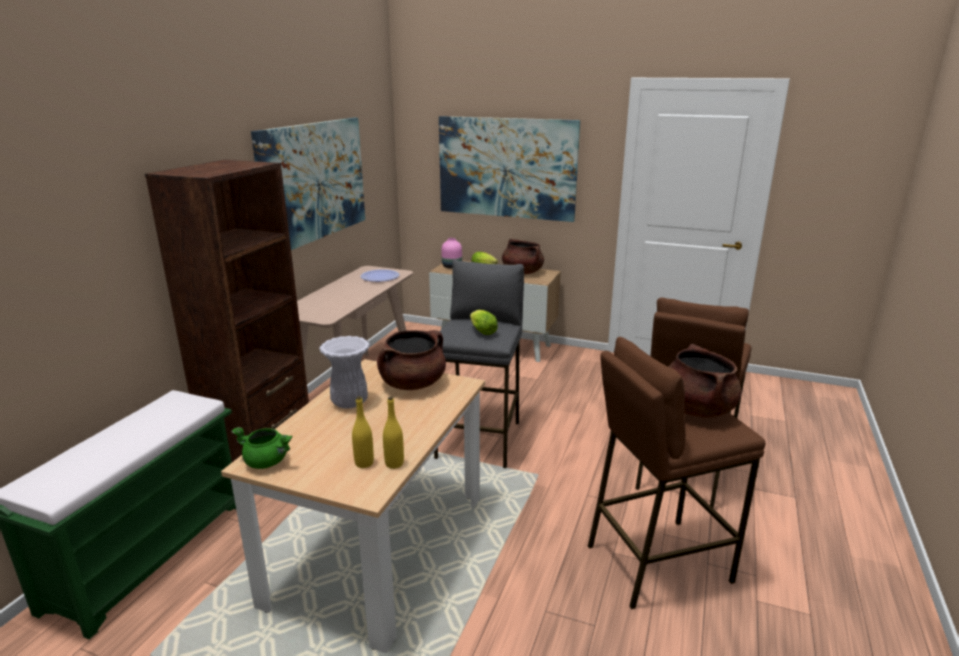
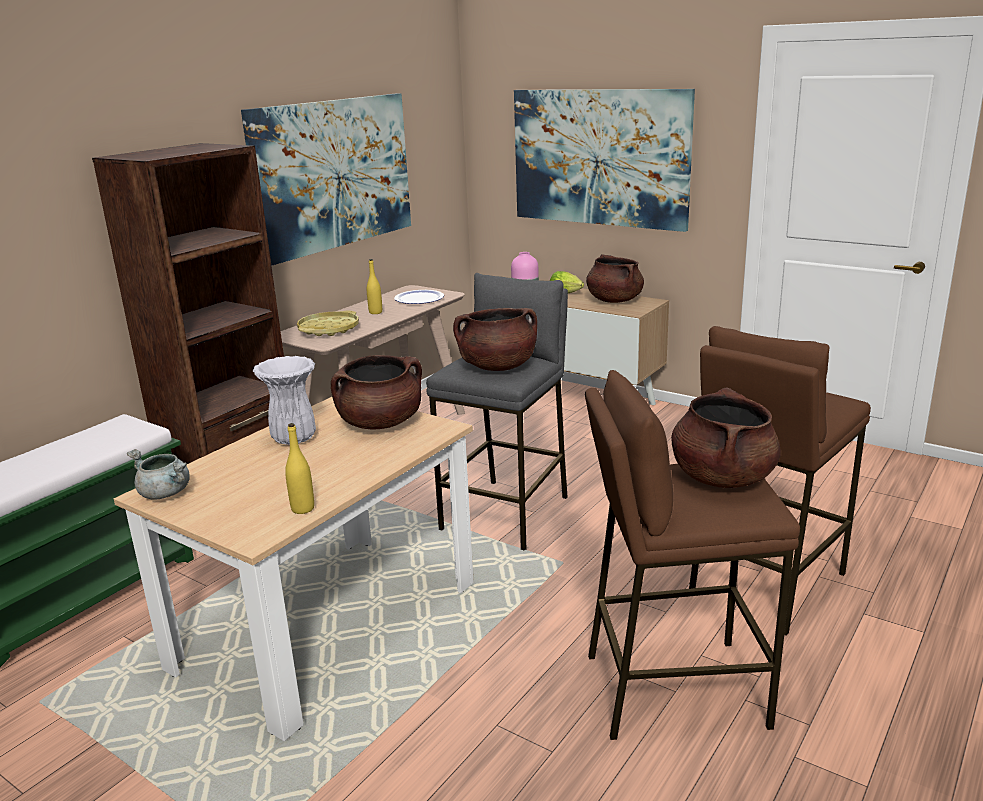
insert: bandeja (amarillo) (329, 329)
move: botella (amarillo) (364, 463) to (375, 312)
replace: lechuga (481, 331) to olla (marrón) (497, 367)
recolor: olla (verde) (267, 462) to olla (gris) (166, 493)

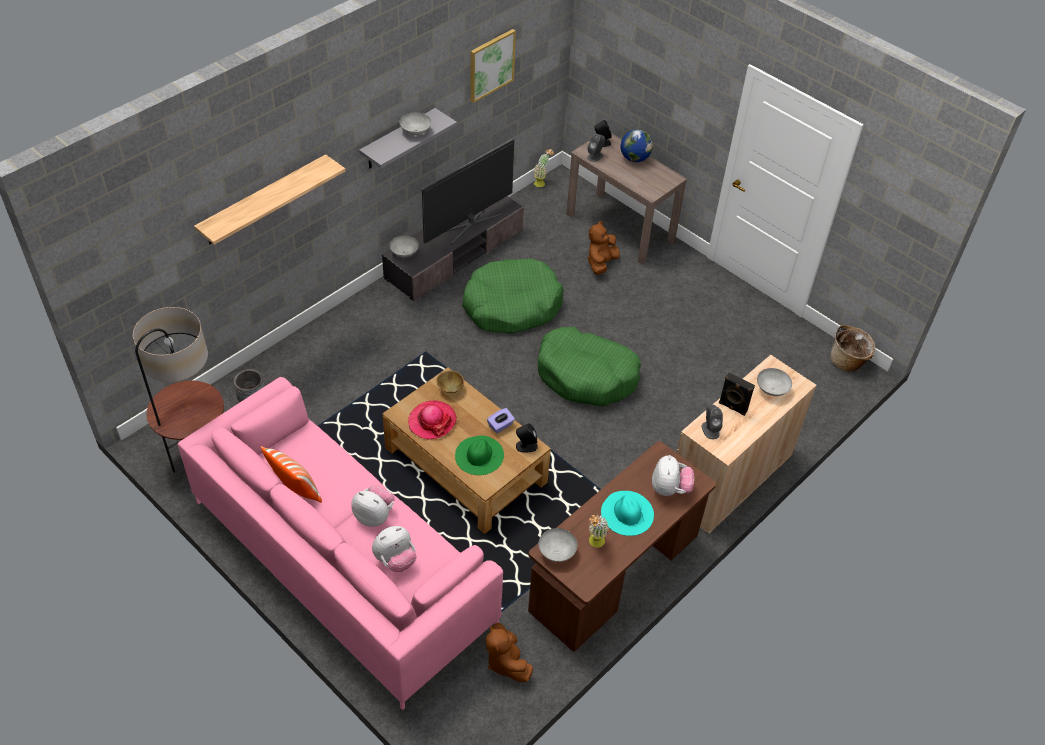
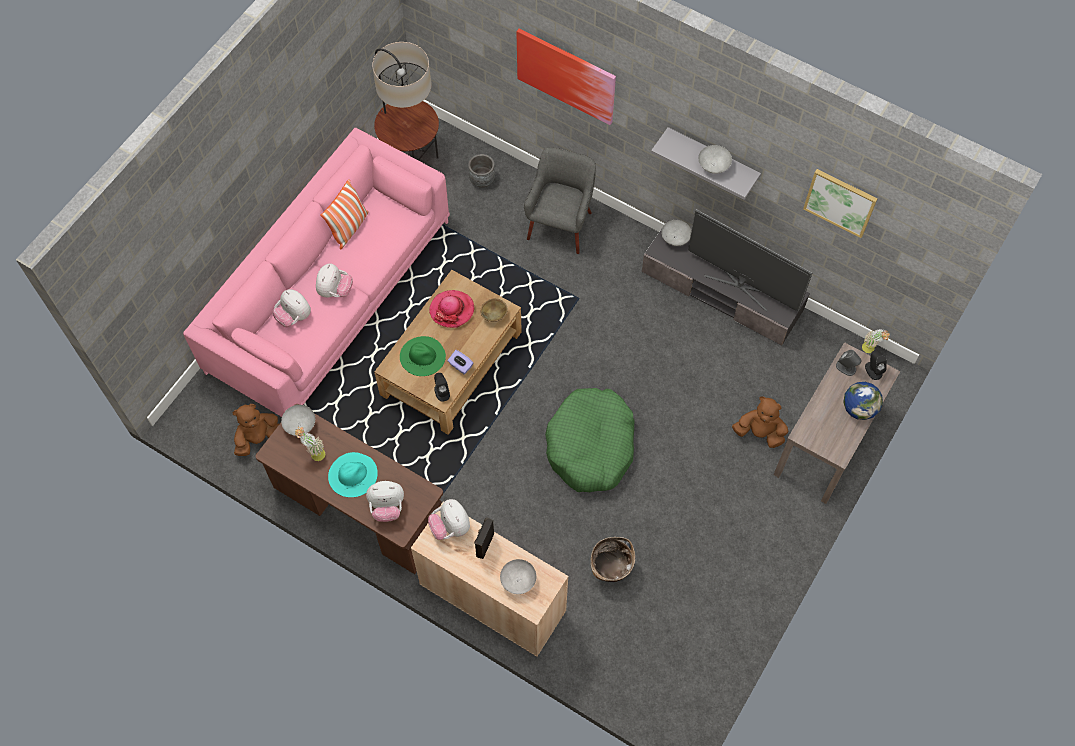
delete: cama para perro (verde) (511, 305)
insert: sillón (gris) (560, 225)
move: cesta (848, 362) to (611, 569)
replace: estante (264, 200) to cuadro (566, 75); altavoz (gris) (710, 430) to peluche (450, 527)

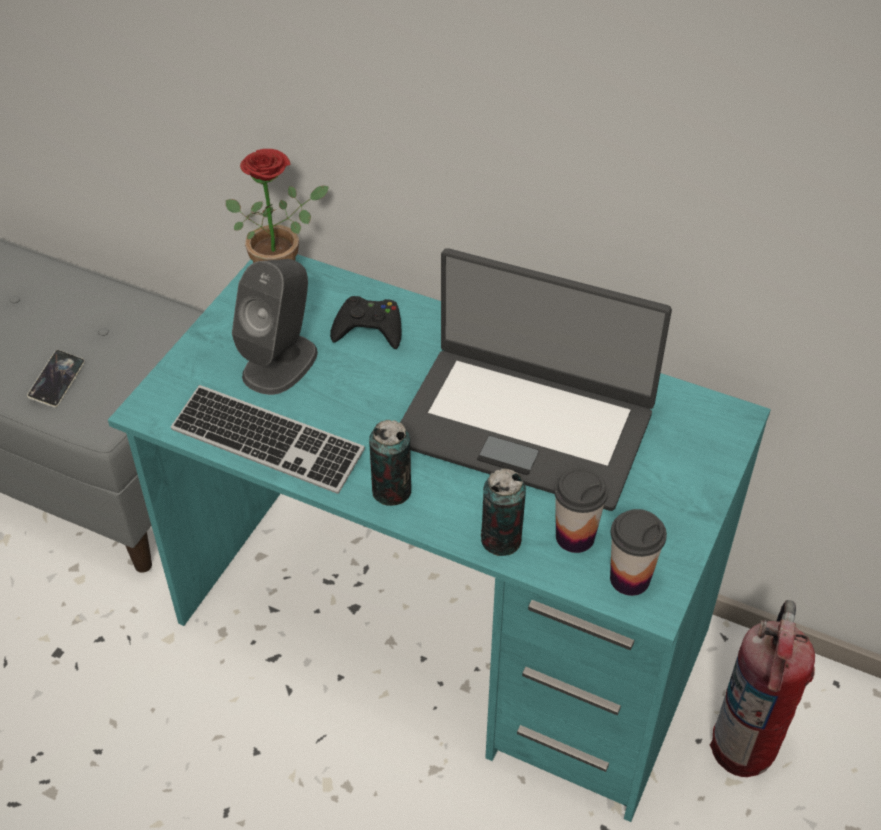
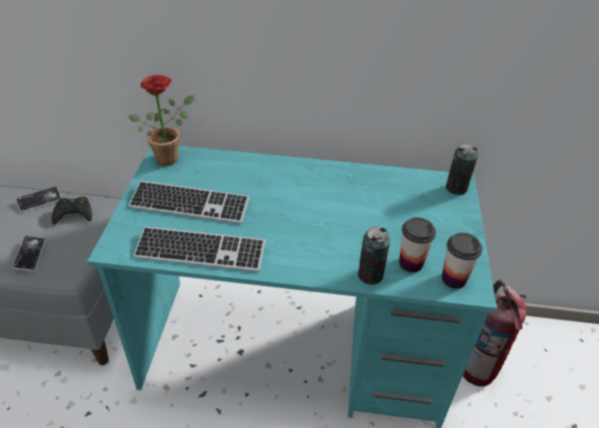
delete: portátil (525, 425)
insert: móvil (40, 201)
move: mando de consola (negro) (369, 328) to (74, 214); lata (391, 491) to (456, 188)
replace: altavoz (gris) (280, 363) to teclado (189, 204)

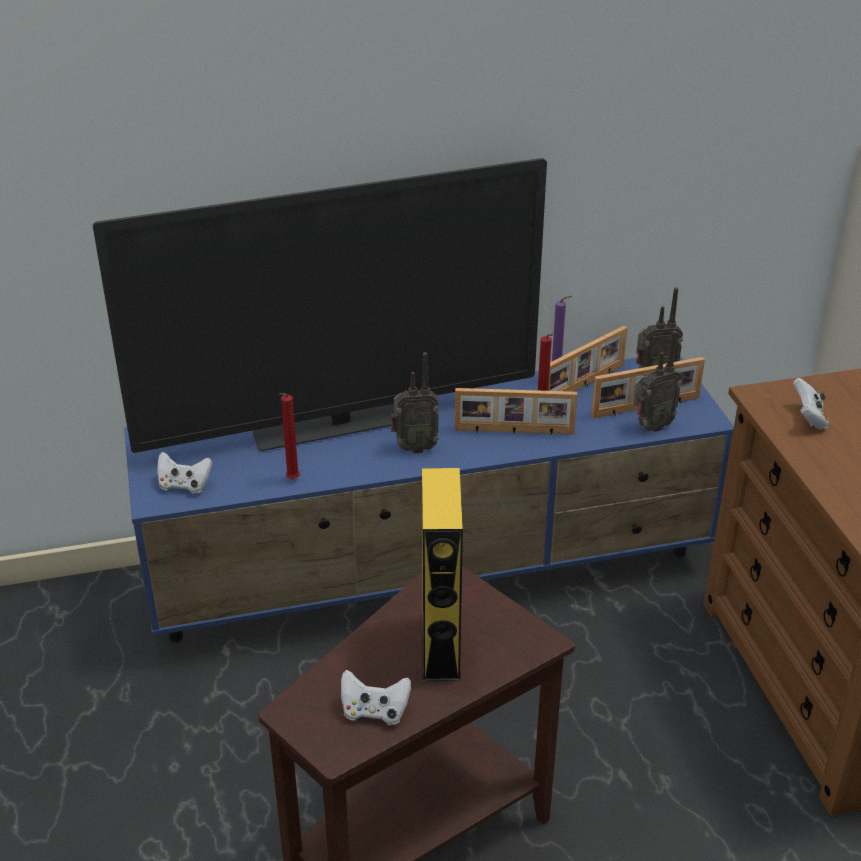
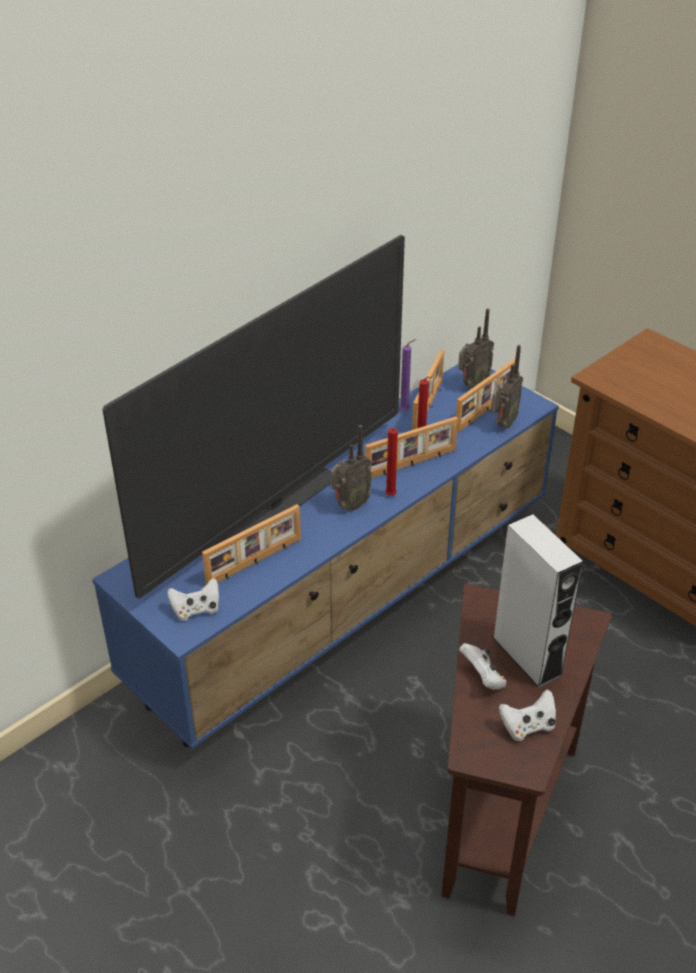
insert: portarretratos (255, 562)
move: mando de consola (blanco) (808, 418) to (483, 678); vela (rojo) (291, 480) to (390, 496)
recolor: altavoz (amarillo) (440, 646) to altavoz (gris) (527, 656)

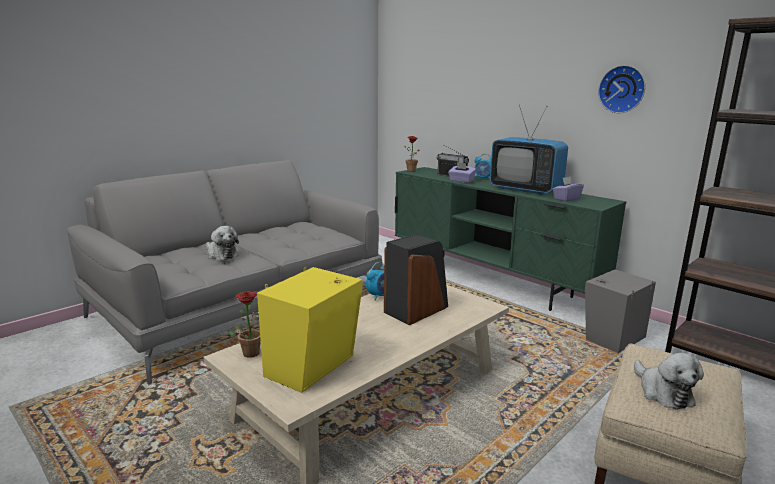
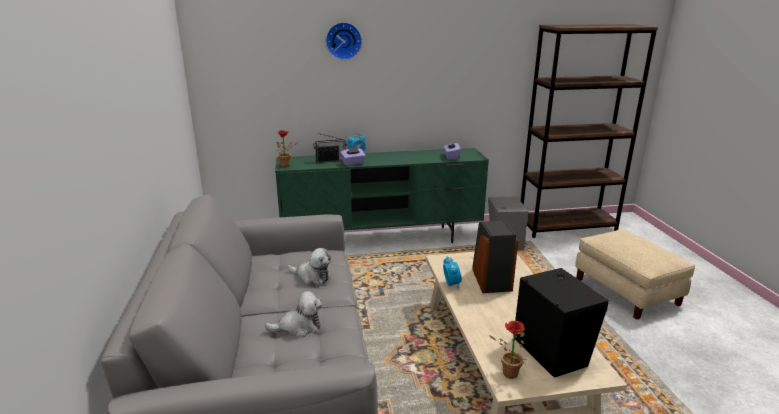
delete: televisor (525, 190)
move: reloj de pared (622, 89) to (343, 41); peluche (663, 392) to (312, 276)
recolor: altavoz (amarillo) (314, 366) to altavoz (negro) (551, 349)

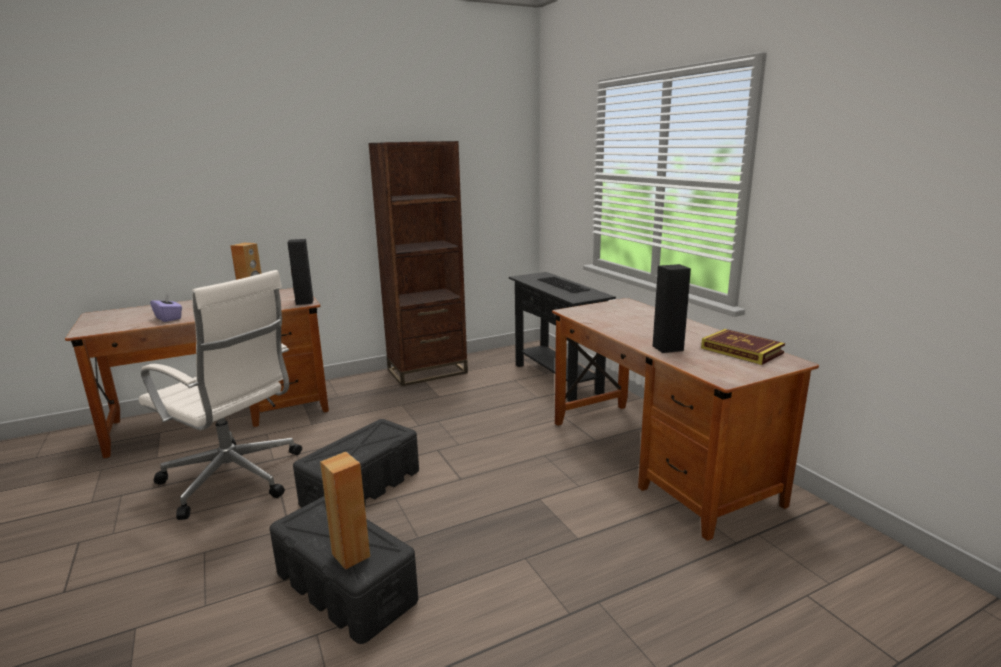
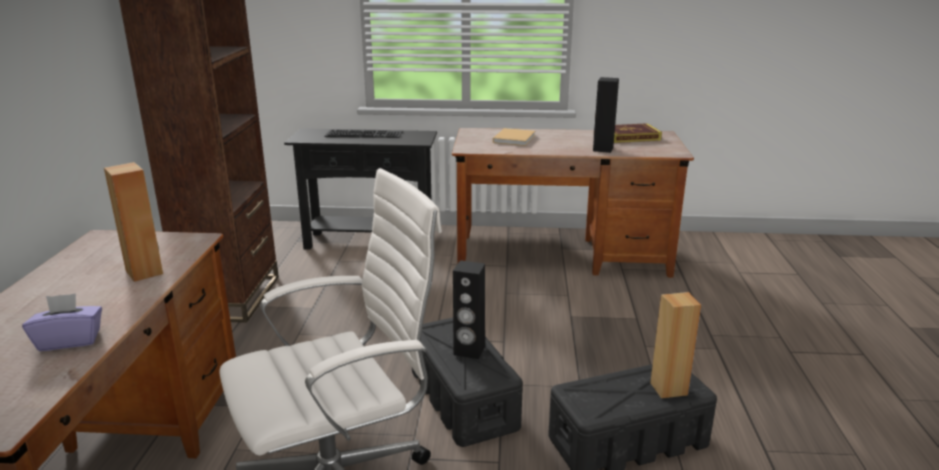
insert: libro (beis) (514, 138)
move: altavoz (negro) (304, 302) to (469, 351)

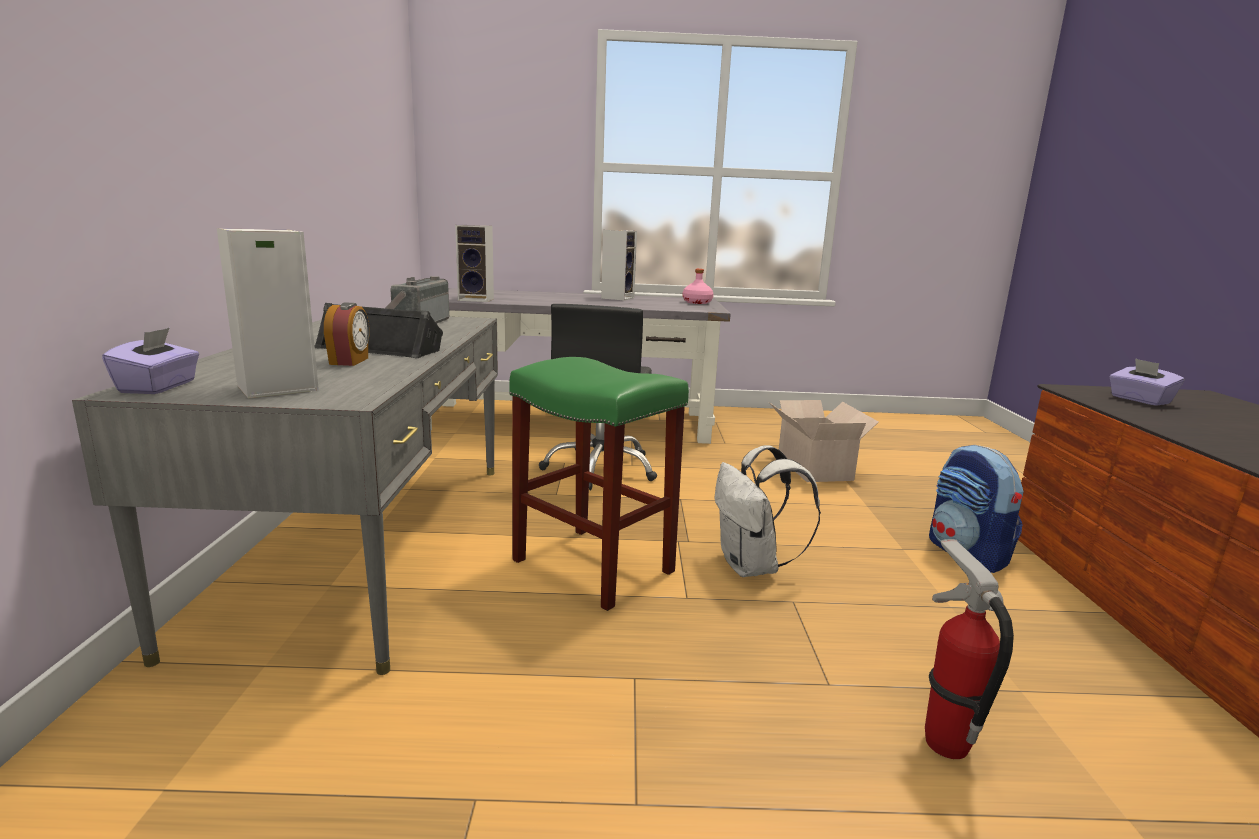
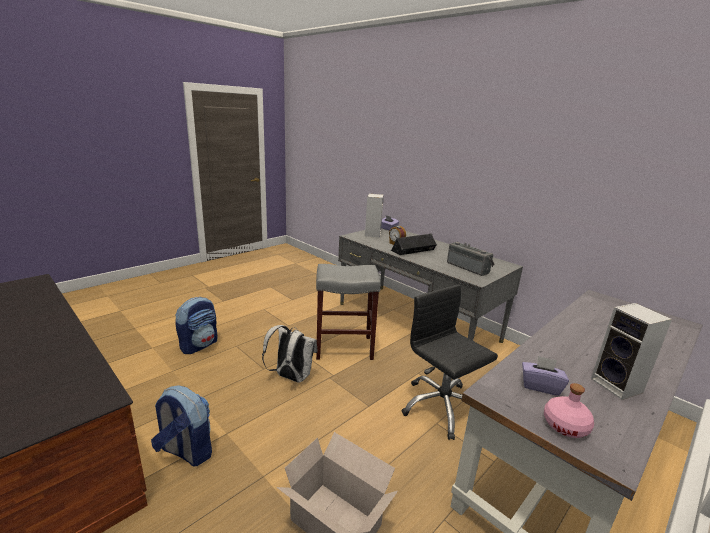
delete: altavoz (477, 299)
move: caja de pañuelos (morado) (1139, 400) to (540, 386)
replace: extintor (945, 743) to mochila (199, 345)
recolor: taburete (verde) (595, 566) to taburete (gris) (343, 348)

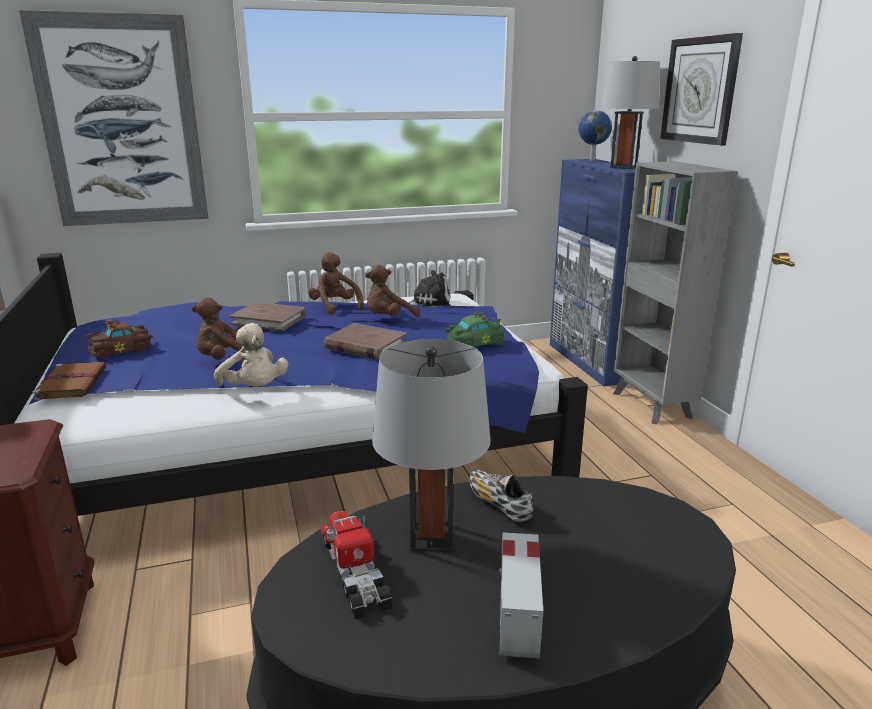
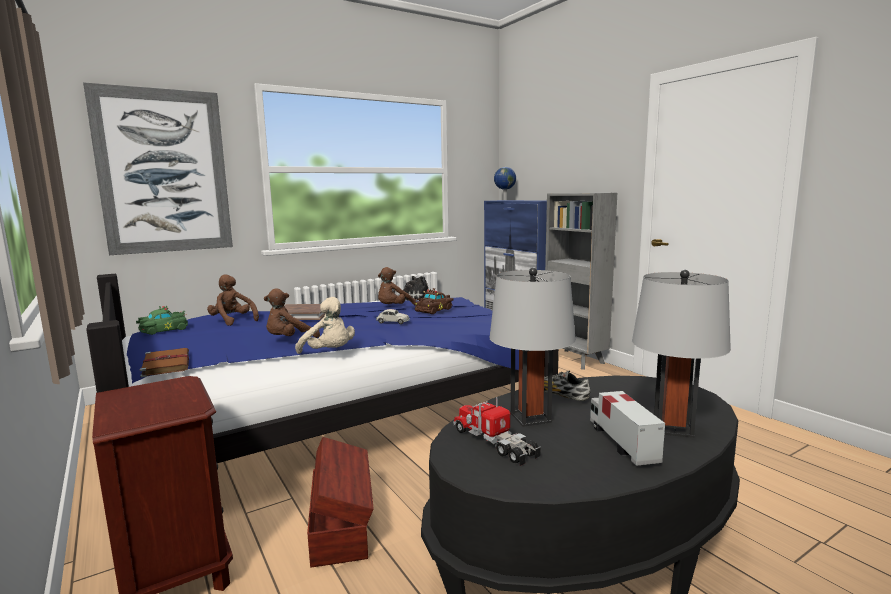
delete: reloj de pared (700, 90)
insert: caja de almacenaje (marrón) (341, 524)
move: lámpara de mesa (gris) (623, 167) to (673, 428); peluche (marrón) (335, 307) to (232, 321); coche de juguete (verde) (474, 342) to (162, 330); coche de juguete (marrón) (122, 350) to (435, 310)
replace: libro (marrón) (365, 345) to coche de juguete (blanco) (393, 322)

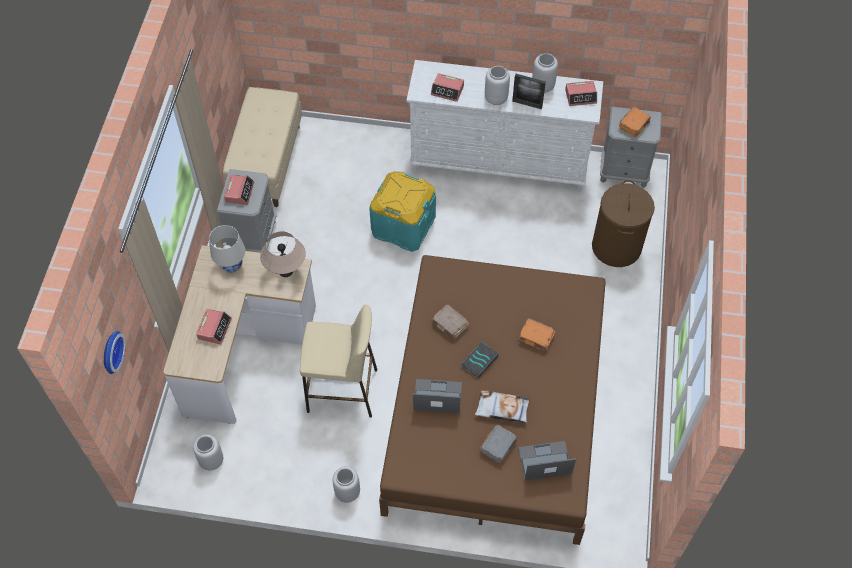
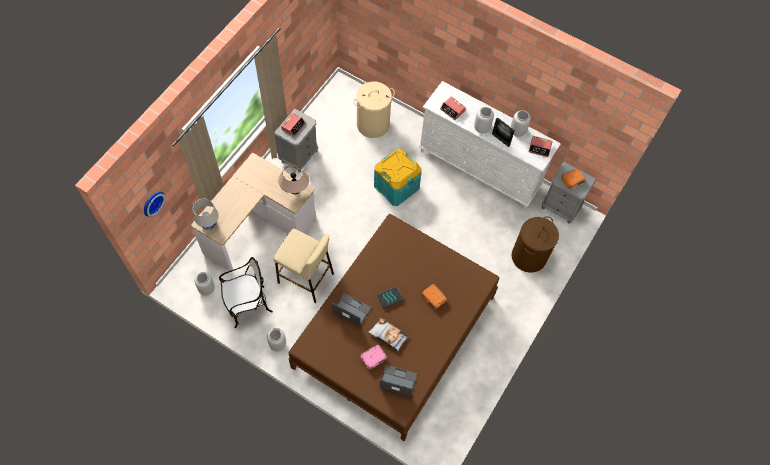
delete: banco (beis) (266, 162); libro (marrón) (450, 325); despertador (214, 328)
insert: cesto de la ropa (beis) (373, 124); silla (248, 306)
move: lámpara de mesa (blanco) (231, 265) to (209, 224)
recolor: libro (gris) (499, 446) to libro (rosa) (374, 358)

